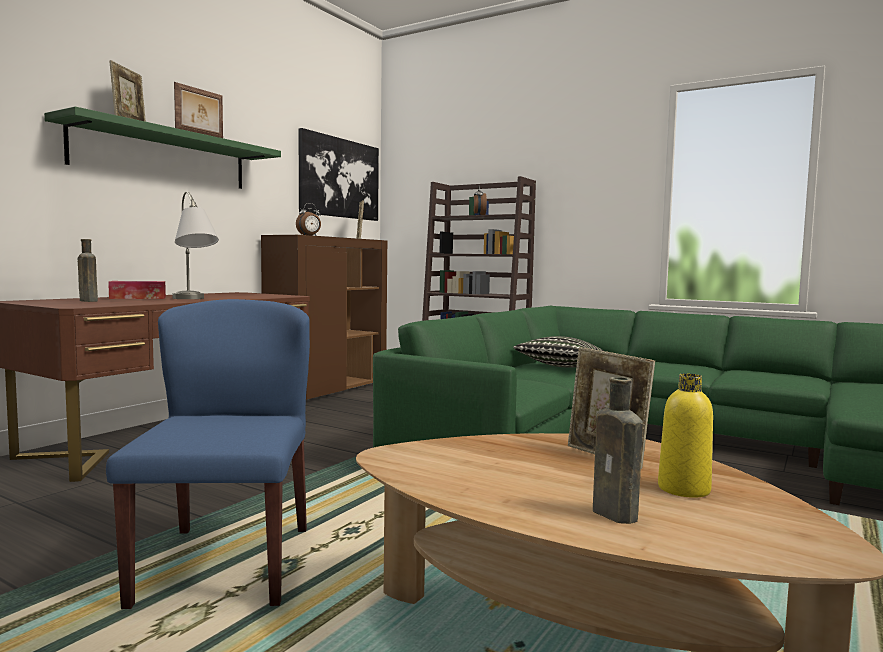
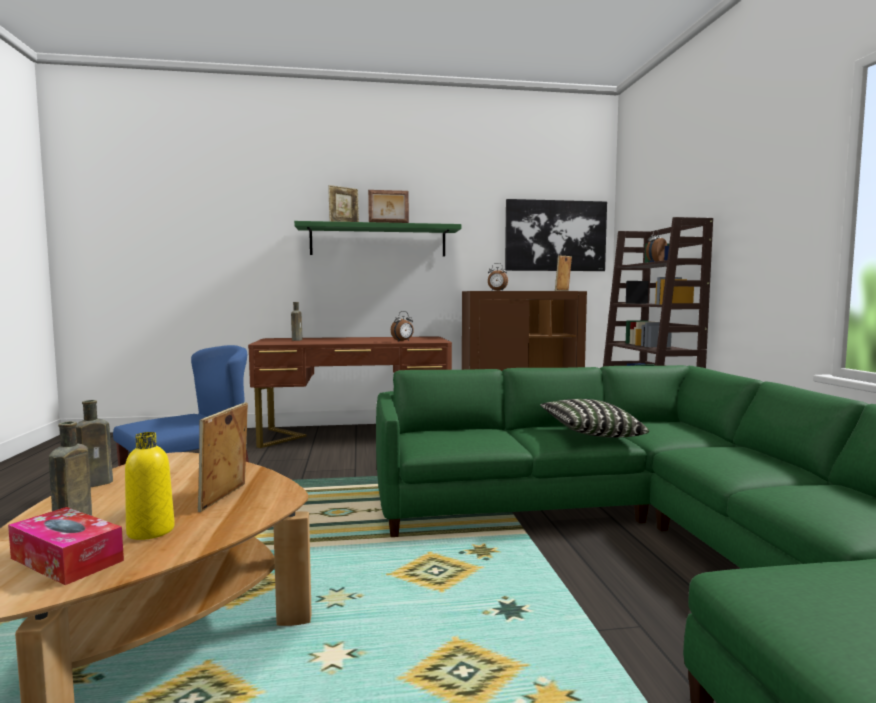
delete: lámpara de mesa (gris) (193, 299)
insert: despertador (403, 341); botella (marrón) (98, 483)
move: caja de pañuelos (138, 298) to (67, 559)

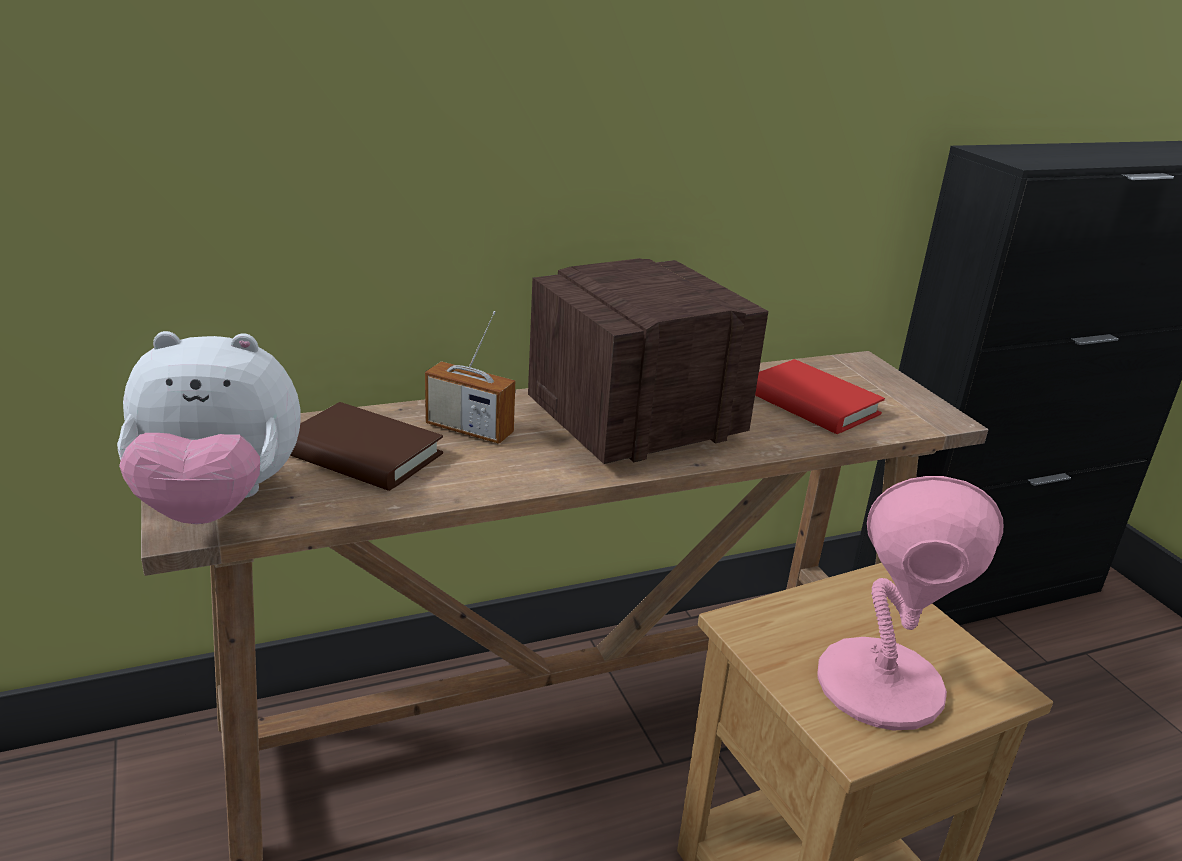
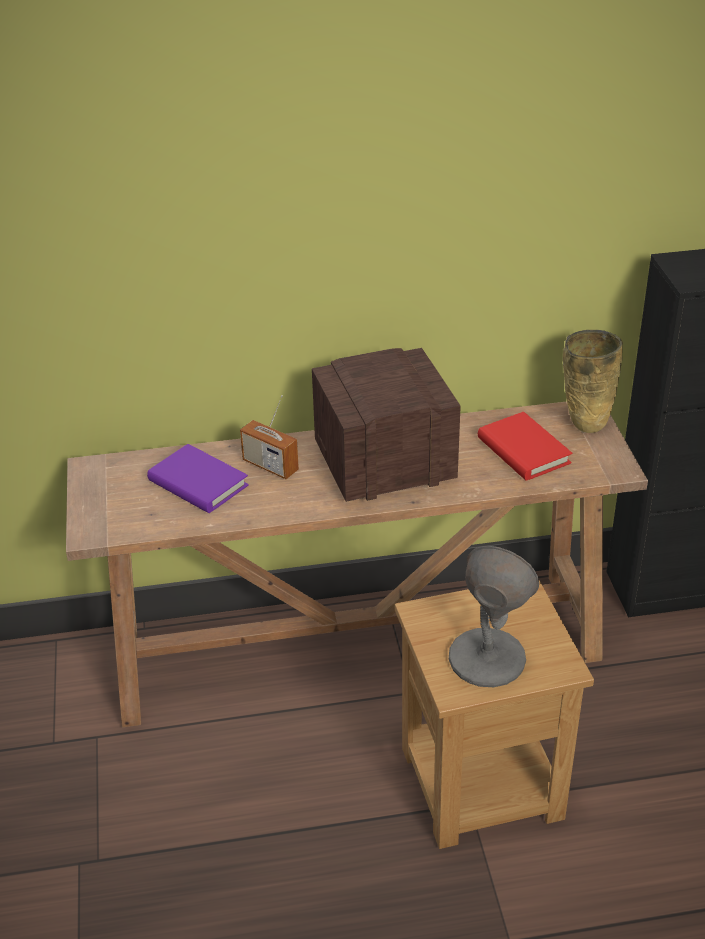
delete: peluche (217, 504)
insert: florero (beis) (585, 422)
recolor: libro (marrón) (362, 454) to libro (morado) (198, 483); lámpara de mesa (rosa) (878, 685) to lámpara de mesa (gris) (486, 659)

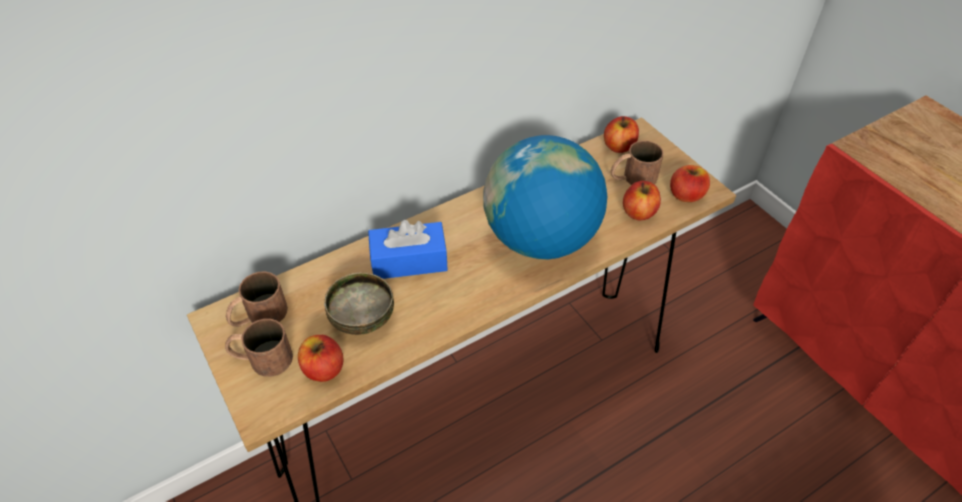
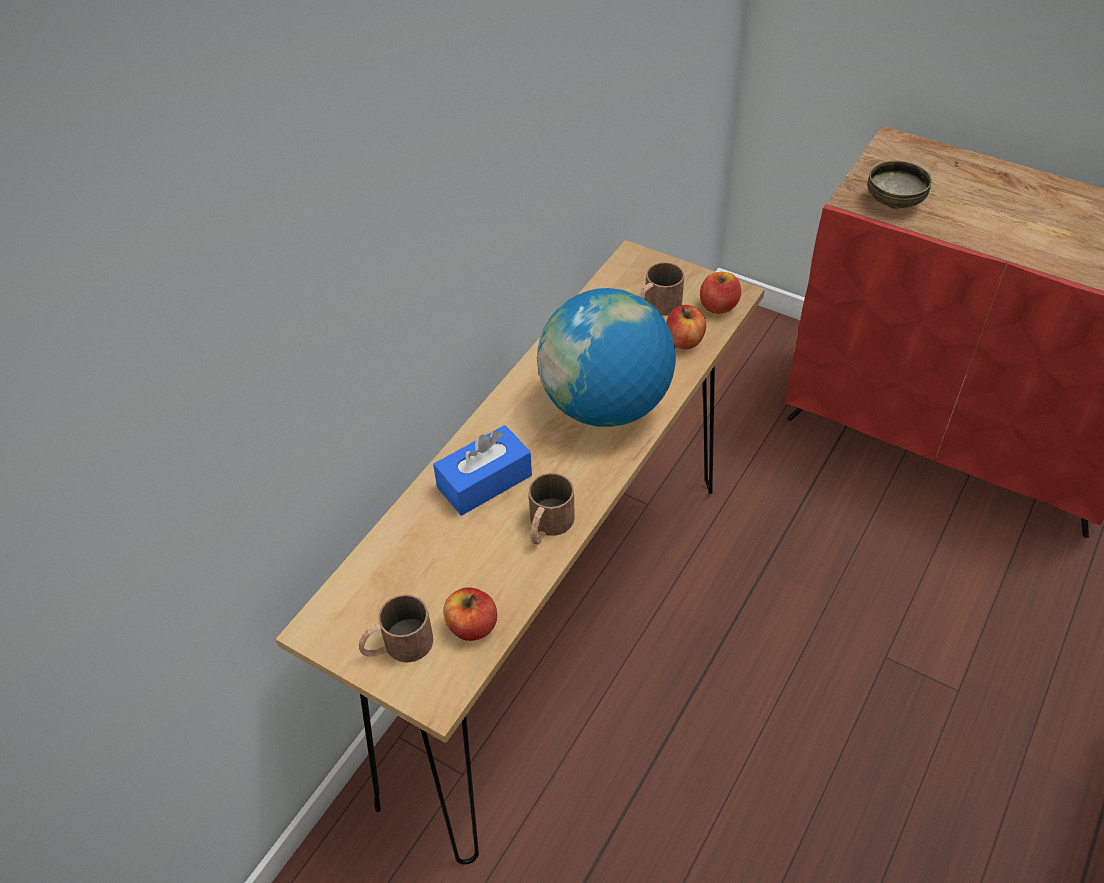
delete: manzana (619, 146)
move: taza grande (marrón) (258, 316) to (547, 526); cuenco (361, 319) to (893, 203)

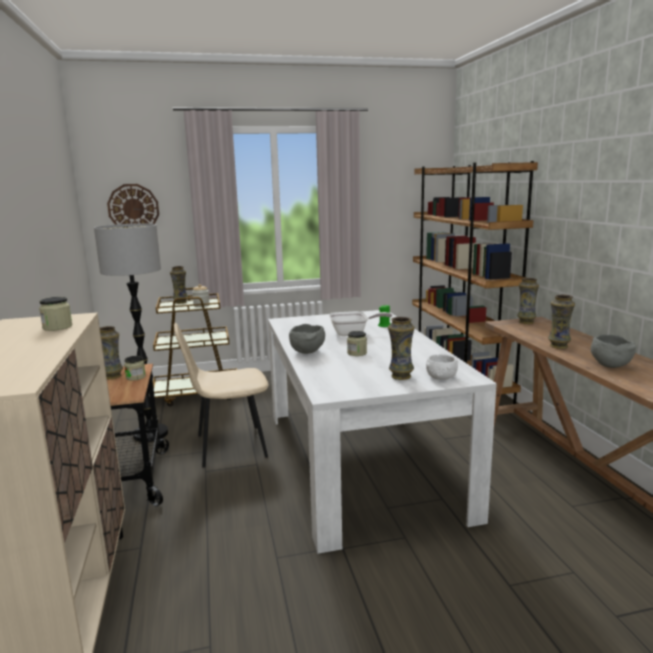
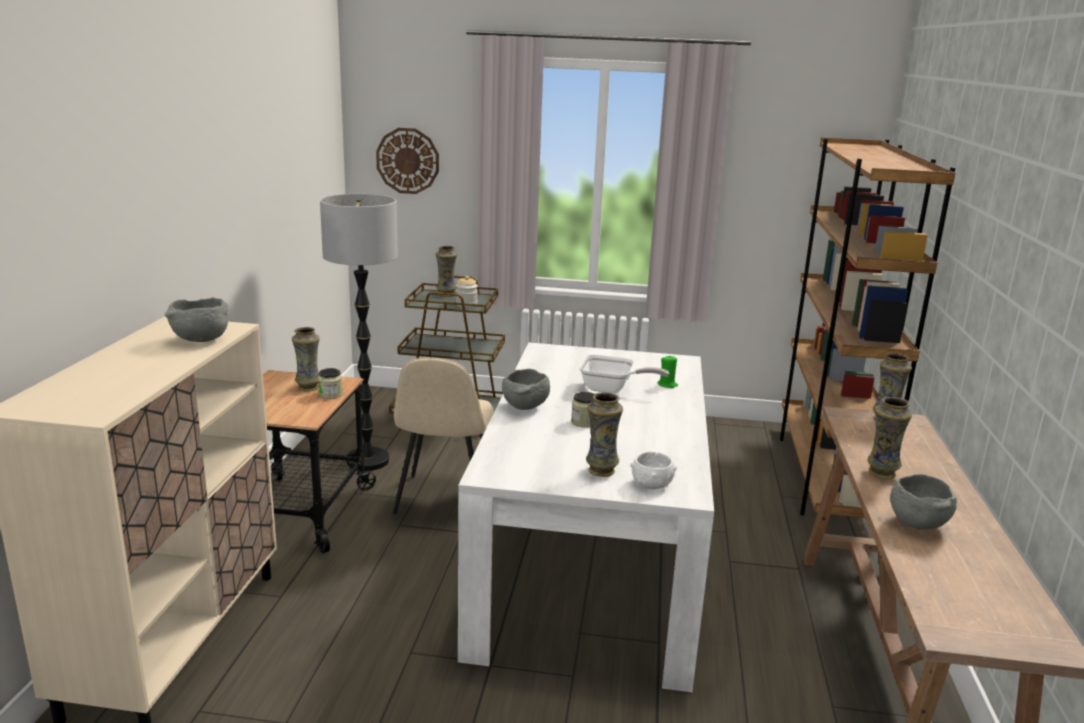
replace: tarro (57, 327) to cuenco (gris) (200, 340)
rotate: silla (beis) (229, 446) = (445, 499) 90 degrees counterclockwise

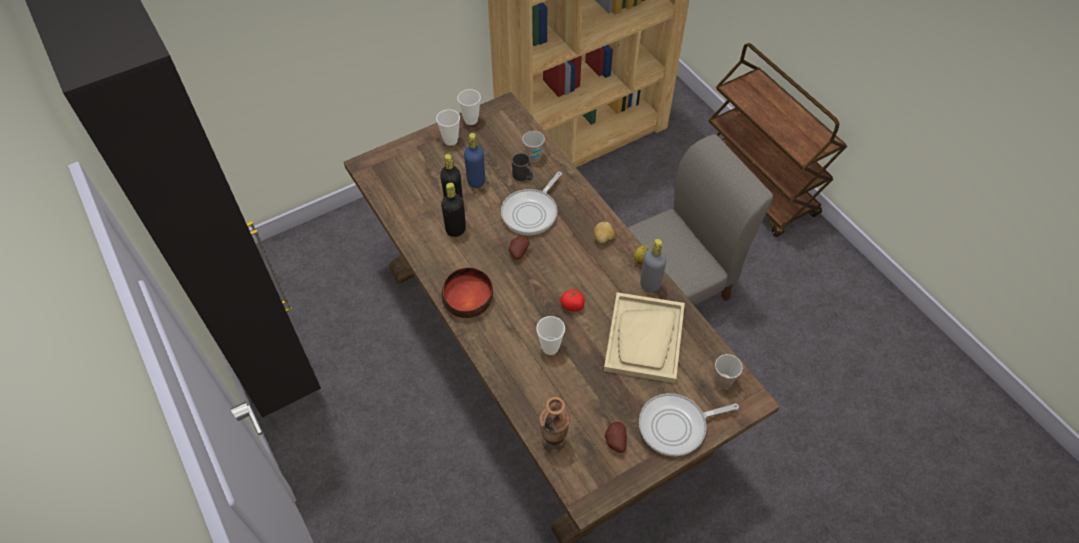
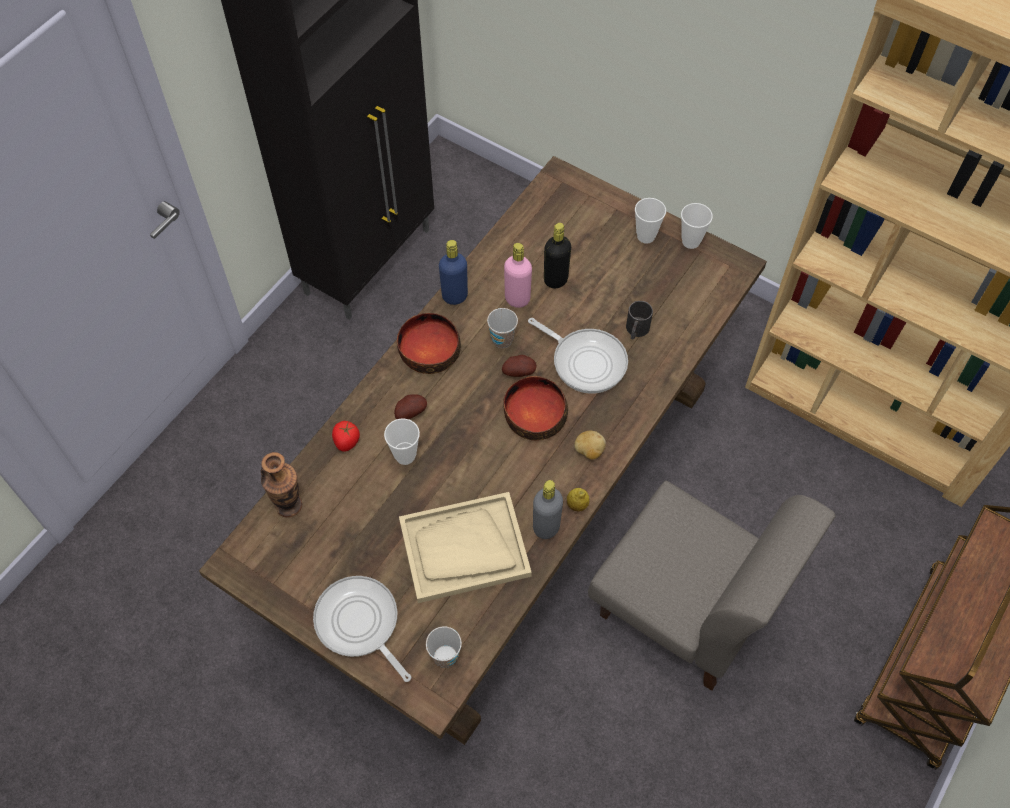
insert: cuenco (534, 415)
move: taza (533, 156) to (502, 340); botella (azul) (476, 181) to (454, 296); tomate (572, 306) to (346, 442); patata (614, 442) to (410, 412)
recolor: botella (negro) (455, 230) to botella (rosa) (517, 299)
rotate: sartén (532, 212) = (585, 361) 150 degrees counterclockwise

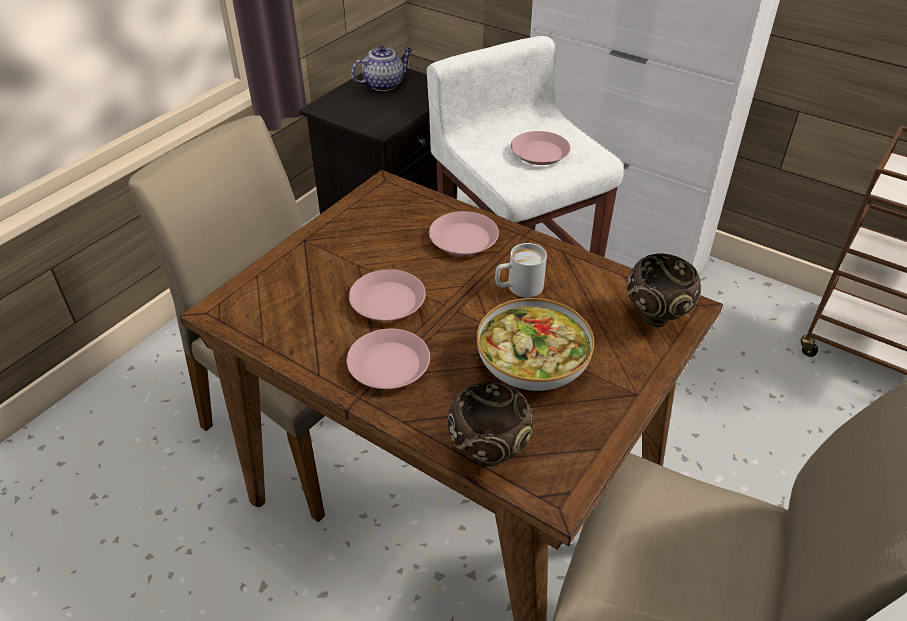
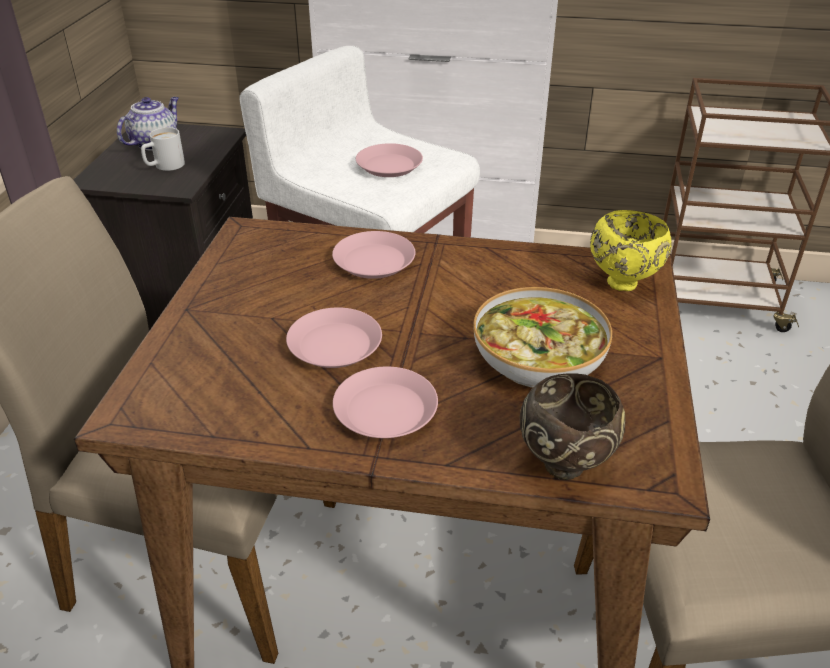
move: taza grande (blanco) (518, 288) to (164, 166)
recolor: cuenco (marrón) (657, 318) to cuenco (amarillo) (624, 283)

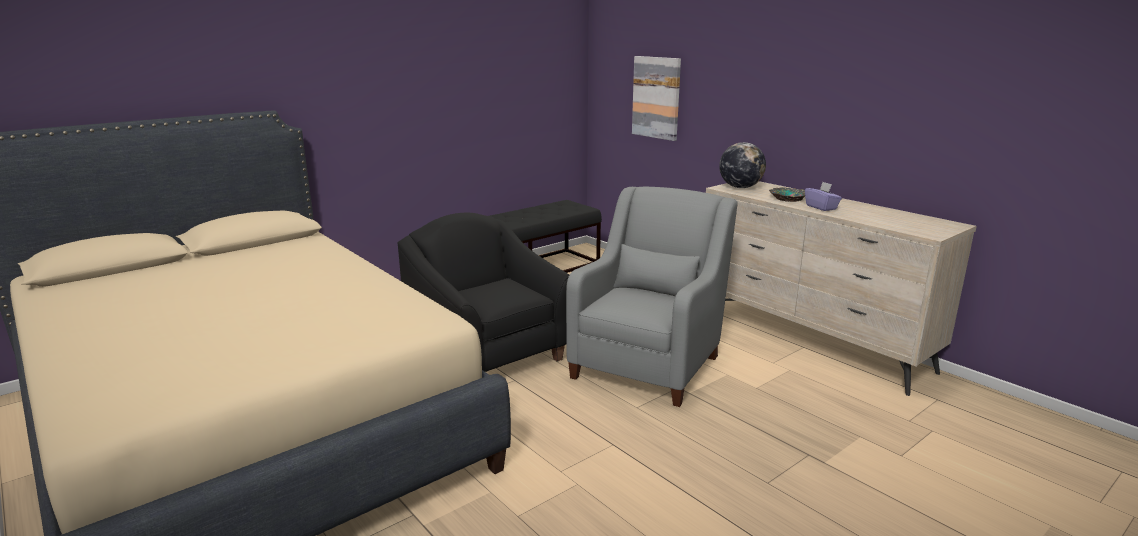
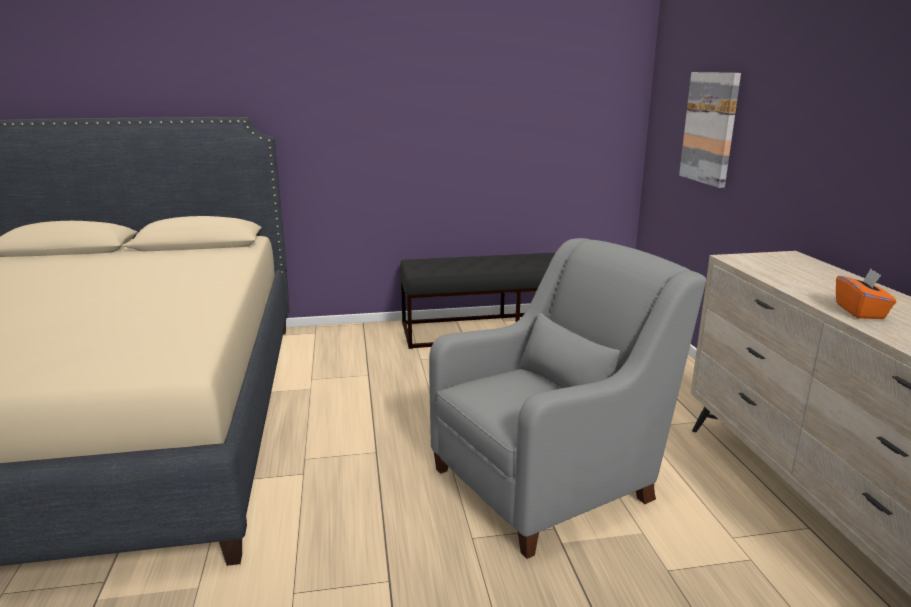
delete: globo terráqueo (740, 187); cuenco (788, 198); sillón (negro) (488, 354)
recolor: caja de pañuelos (morado) (821, 207) to caja de pañuelos (naranja) (860, 311)

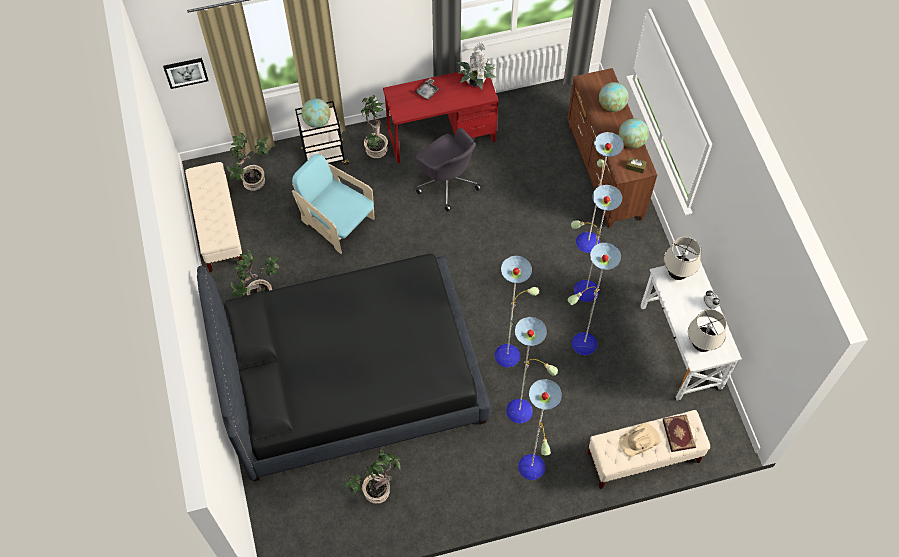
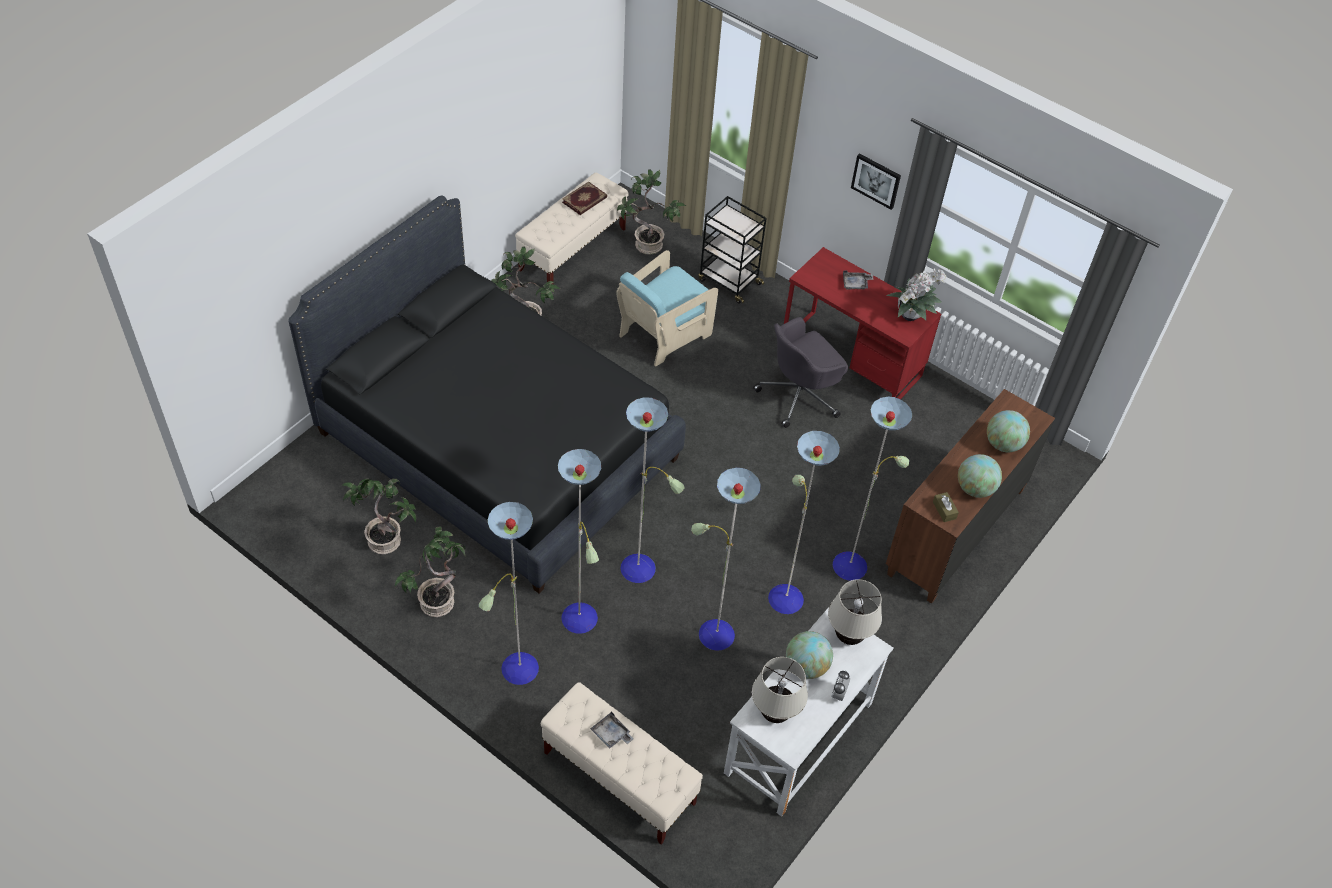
move: cuadro (186, 72) to (876, 180); planta en maceta (375, 149) to (437, 601); globo terráqueo (317, 121) to (806, 666); libro (679, 433) to (585, 200)
replace: sombrero (beis) (640, 441) to bandeja (gris) (611, 734)
rotate: silla de oficina (gris) (447, 181) = (800, 395) 45 degrees clockwise; sillón (turquesa) (337, 222) = (664, 333) 135 degrees counterclockwise

